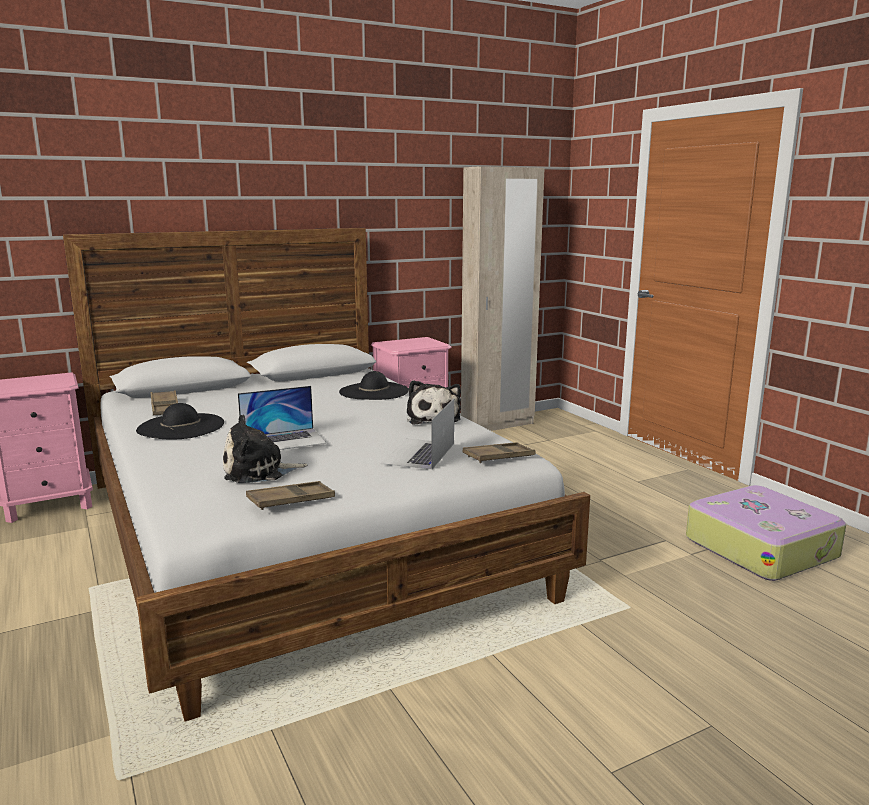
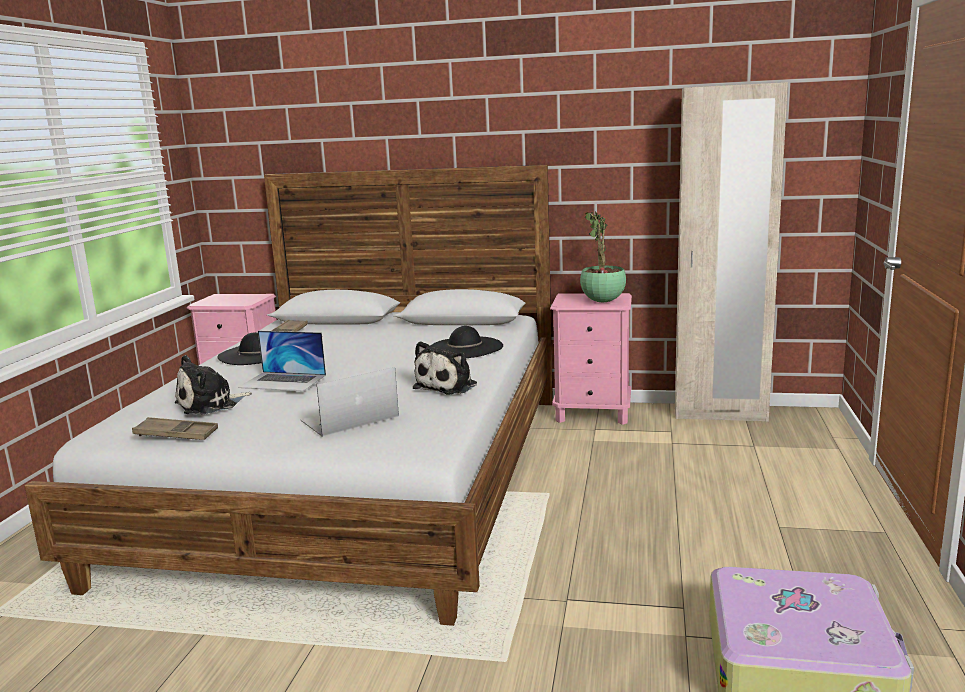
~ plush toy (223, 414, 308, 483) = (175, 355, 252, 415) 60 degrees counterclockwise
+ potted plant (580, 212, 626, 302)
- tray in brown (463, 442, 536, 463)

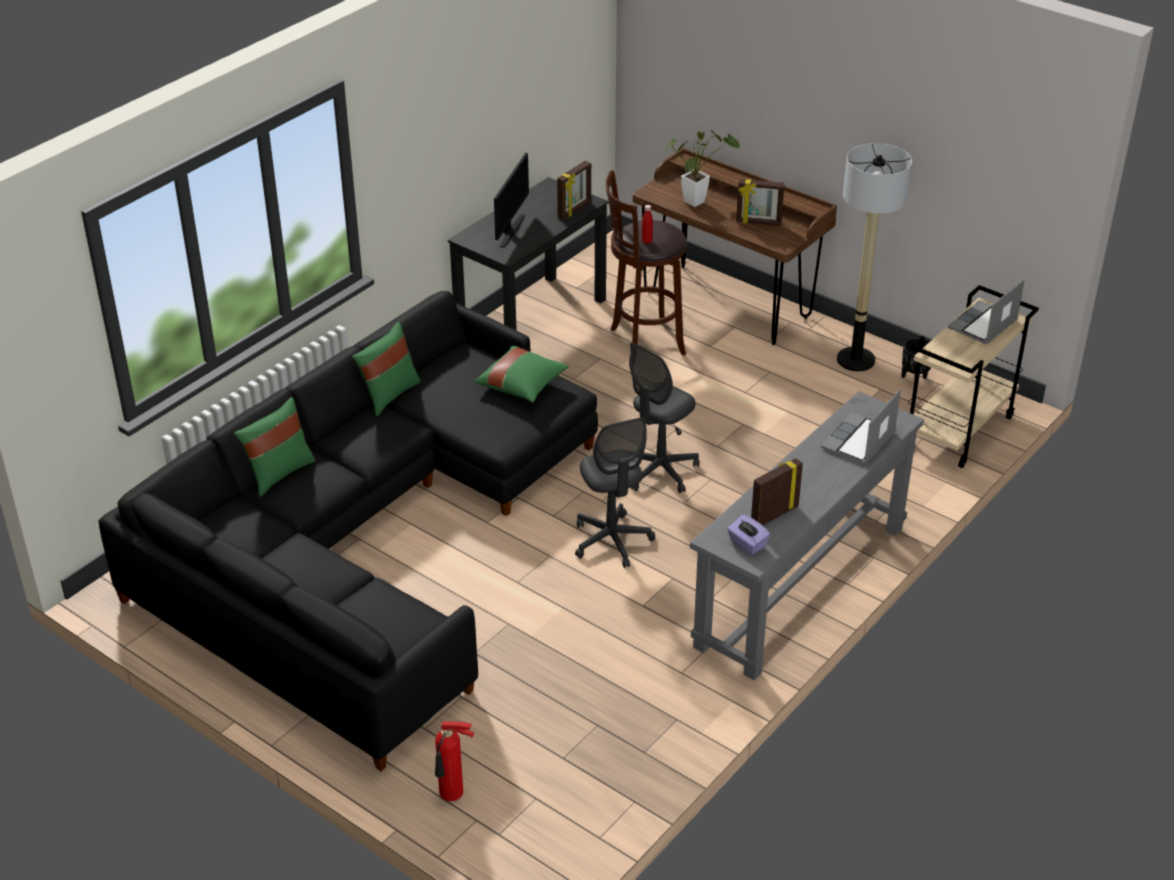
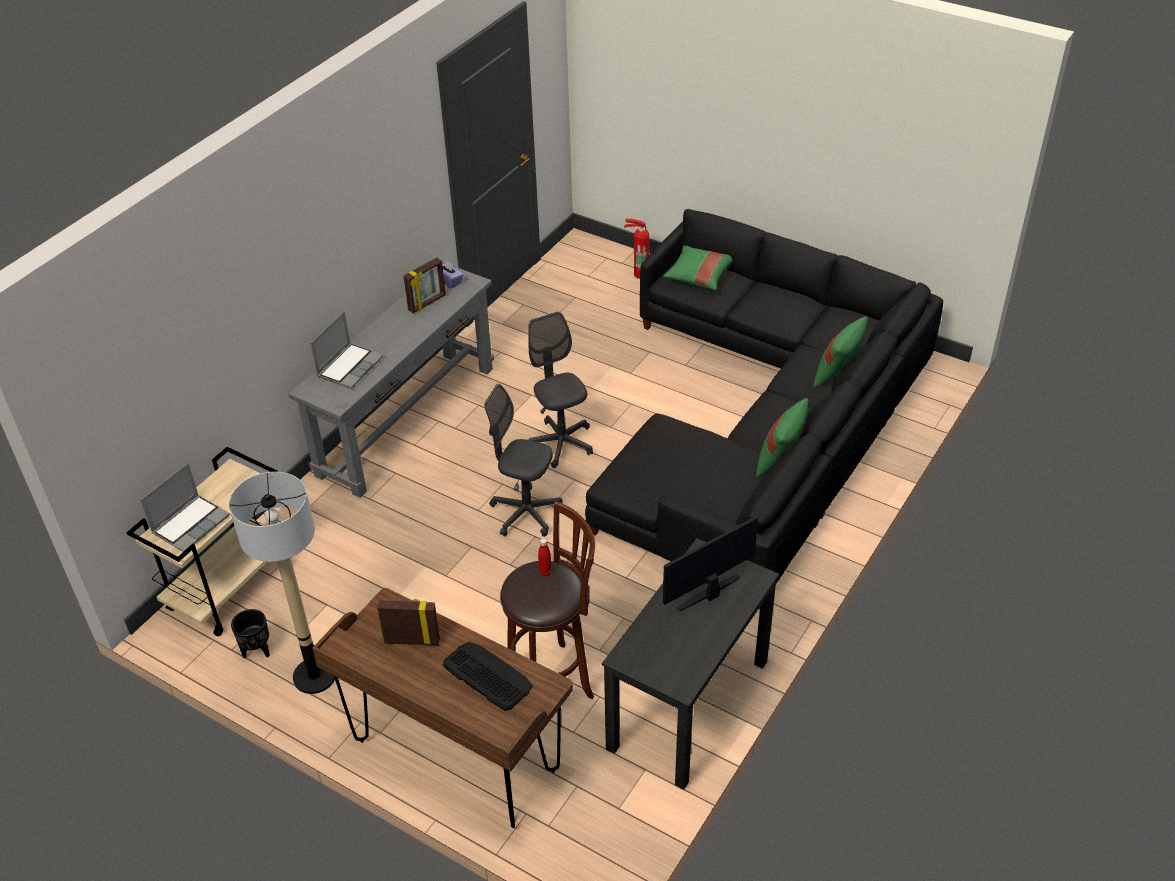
~ potted plant (666, 130, 740, 207) to keyboard (443, 642, 533, 711)
~ office chair in grey (629, 342, 699, 493) = (484, 384, 562, 537) 105 degrees counterclockwise
~ pillow in green (474, 346, 569, 403) to (663, 245, 732, 291)
~ monitor (494, 153, 529, 248) = (663, 516, 758, 611) 45 degrees clockwise
- picture frame (557, 161, 591, 219)

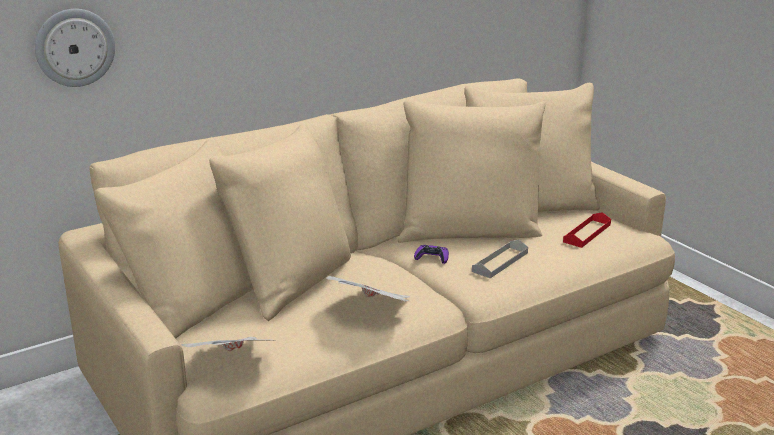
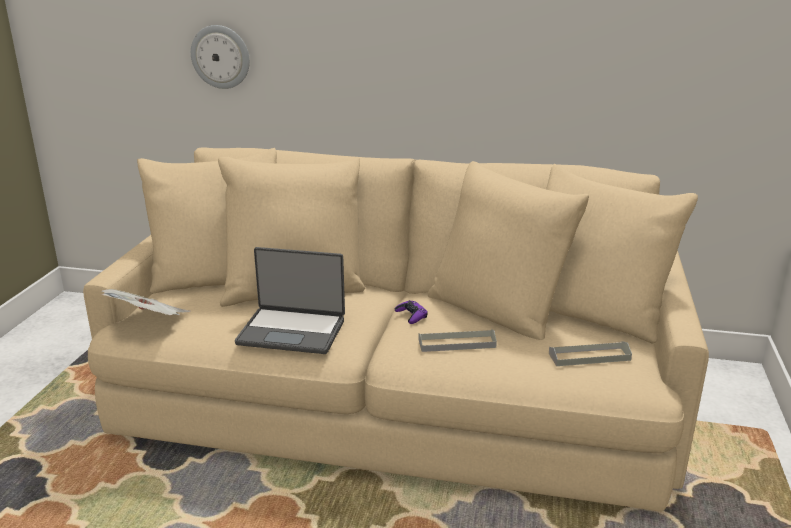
~ newspaper (326, 276, 410, 302) to laptop (235, 247, 345, 354)
~ tray in red (563, 212, 611, 248) to tray in grey (549, 341, 632, 366)

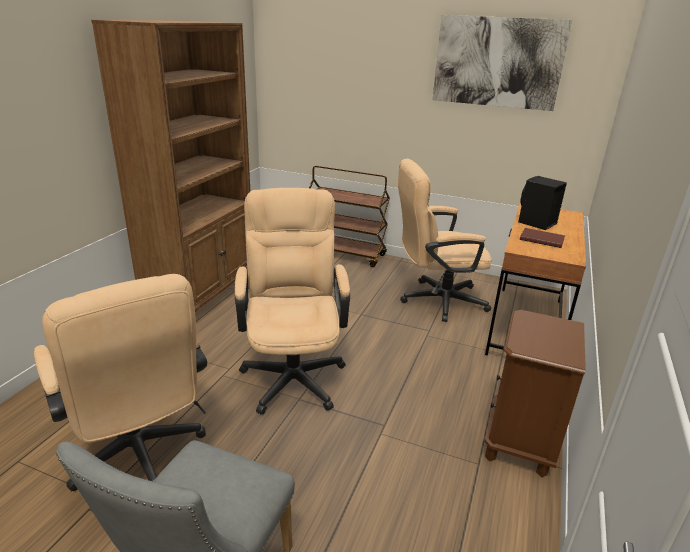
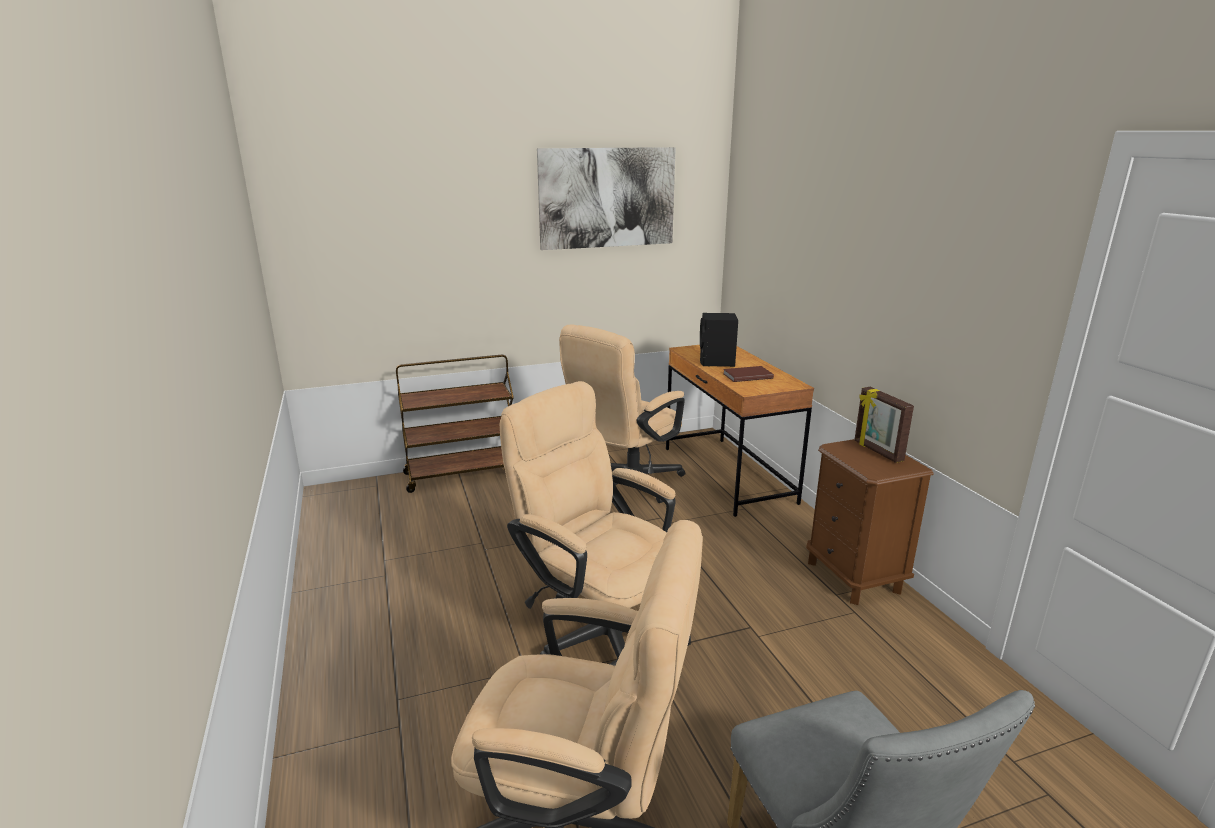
+ picture frame (854, 387, 914, 463)
- bookcase in brown (91, 20, 250, 312)

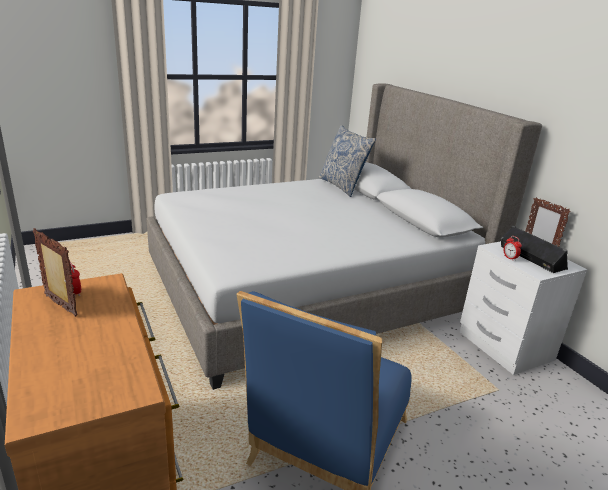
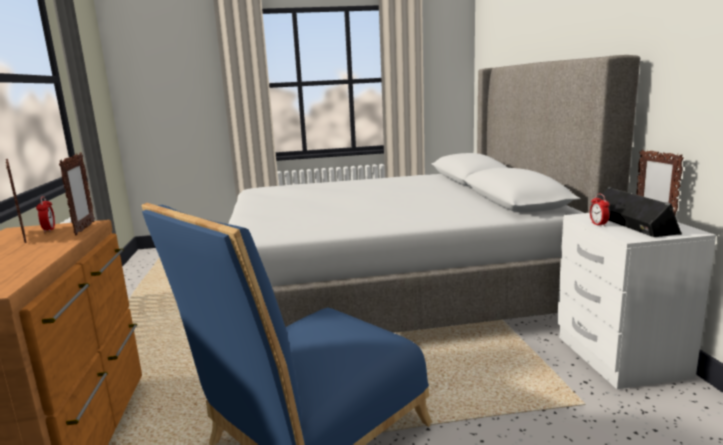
+ picture frame (59, 152, 95, 235)
- pillow (319, 125, 376, 197)

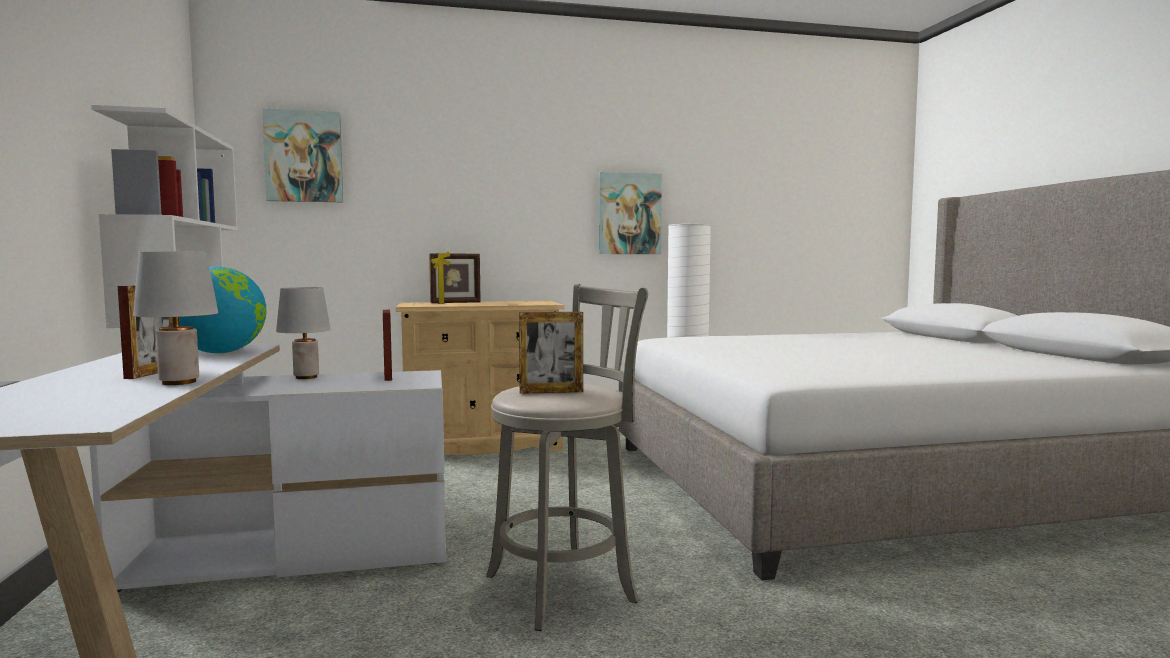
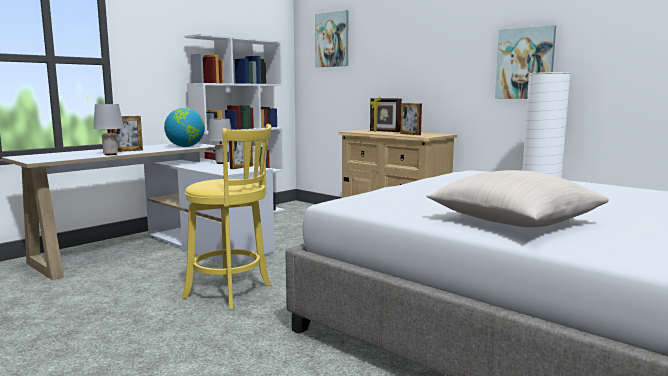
~ stool in grey (486, 284, 648, 631) to stool in yellow (182, 124, 271, 310)
~ picture frame (519, 312, 583, 394) to (400, 103, 422, 135)
+ pillow in beige (426, 170, 609, 227)

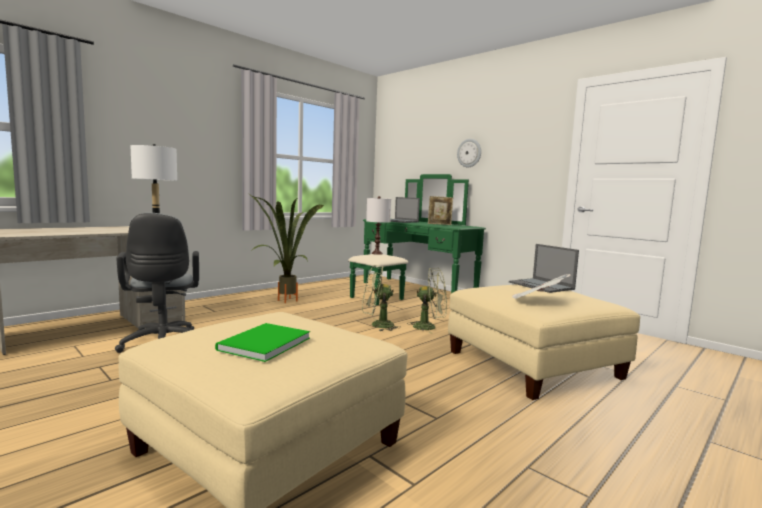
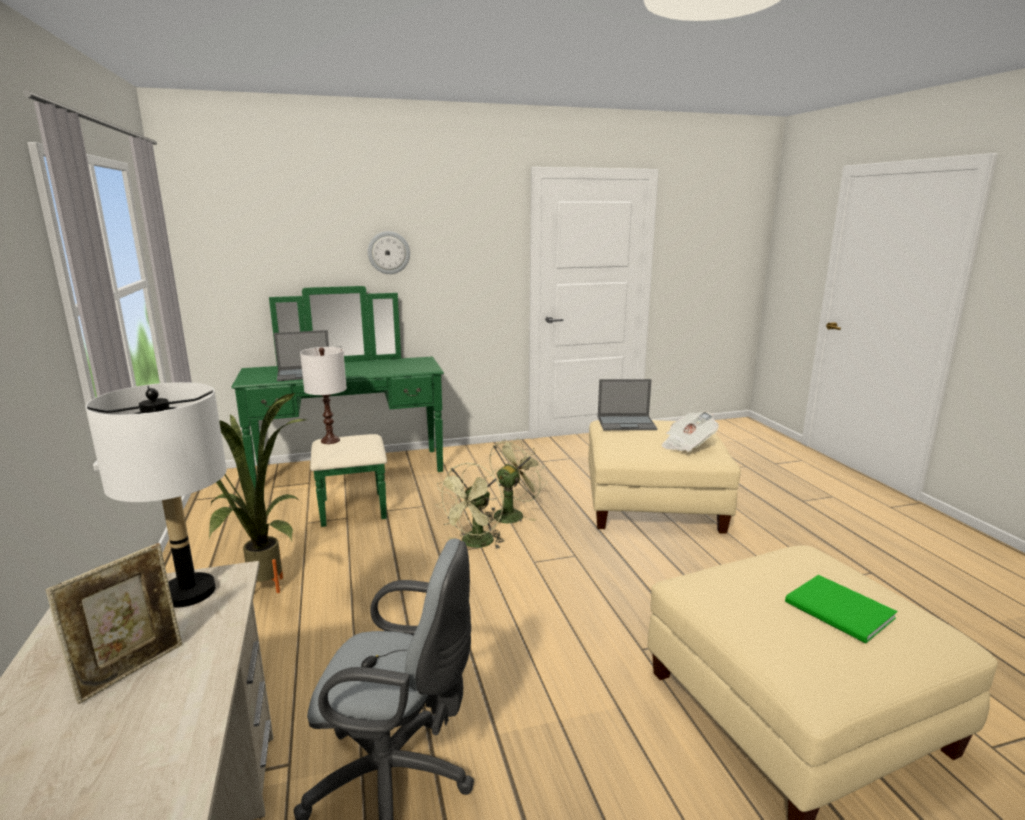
~ picture frame (428, 196, 453, 225) to (45, 543, 182, 704)

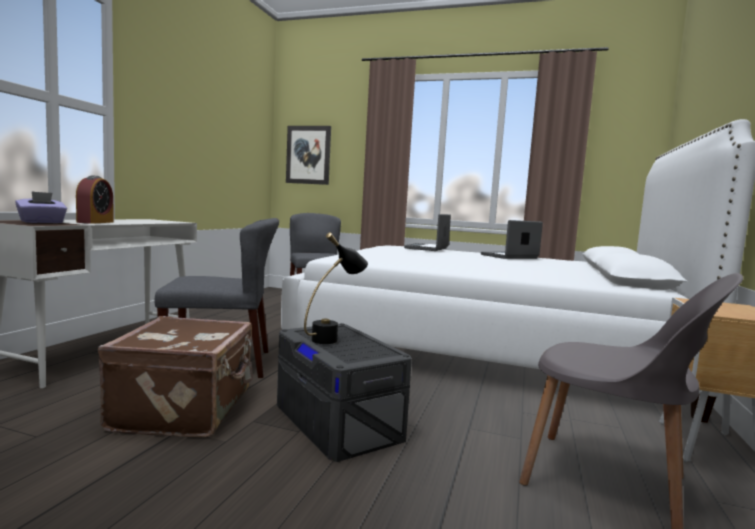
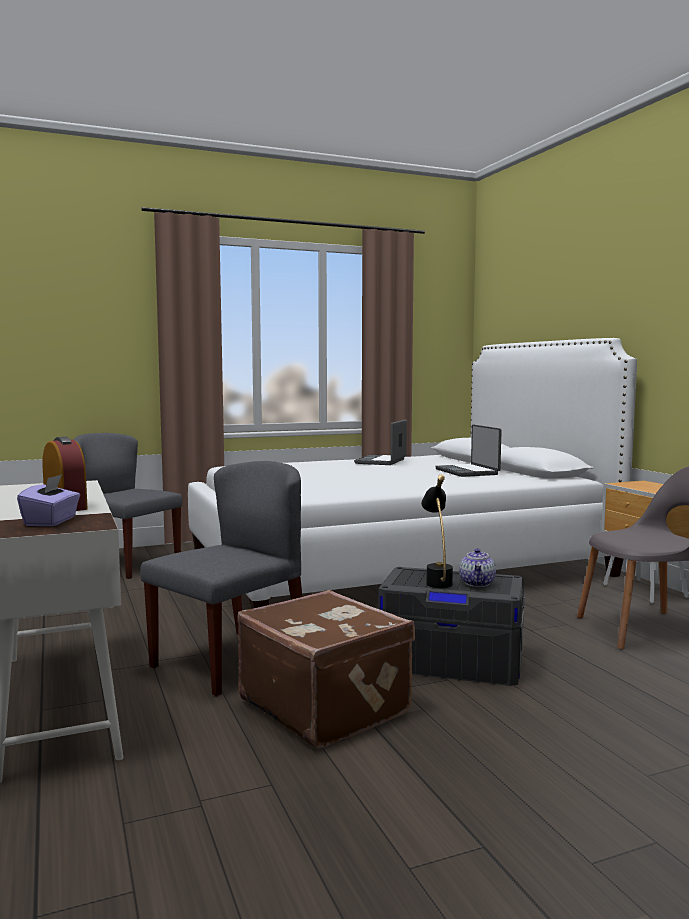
~ laptop (404, 214, 451, 251) to (435, 425, 502, 477)
+ teapot (459, 548, 496, 587)
- picture (286, 126, 331, 185)

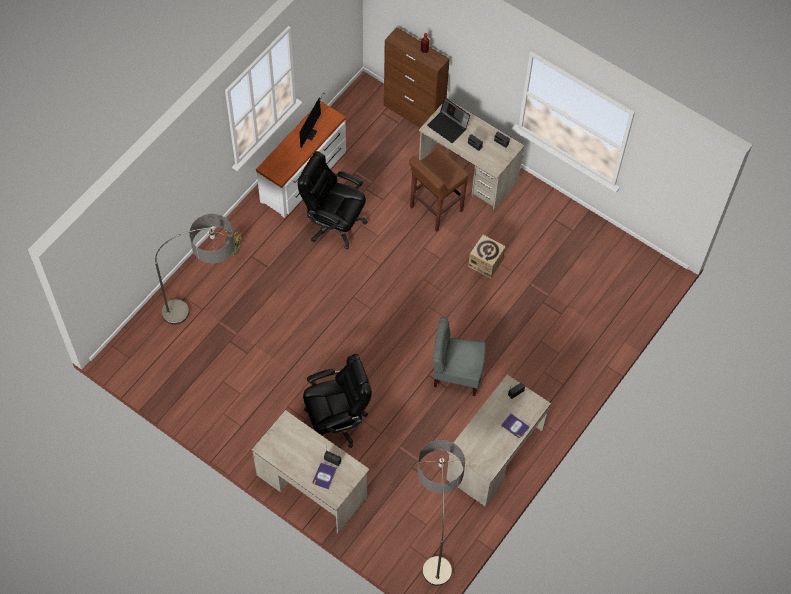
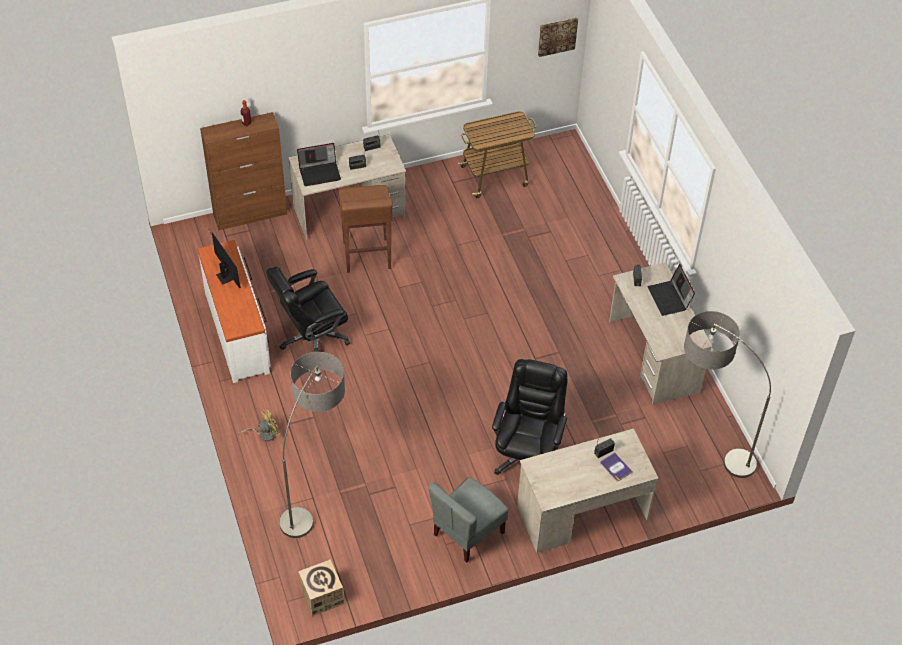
~ cardboard box (468, 235, 506, 279) to (298, 559, 344, 616)
~ chair in grey (433, 317, 486, 396) to (428, 477, 508, 563)
+ cart (457, 111, 536, 198)
+ picture (538, 17, 578, 57)
~ book (501, 413, 530, 439) to laptop (647, 264, 695, 316)

